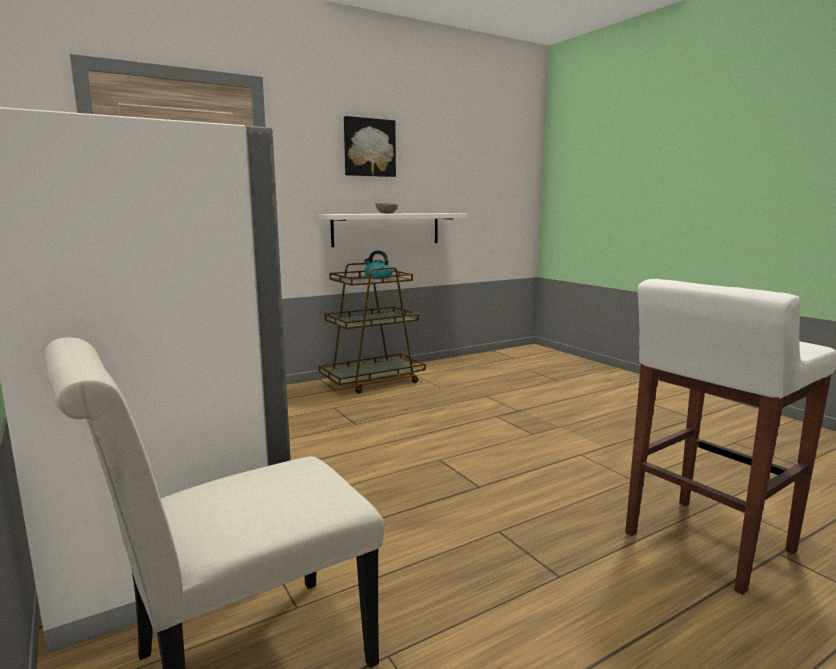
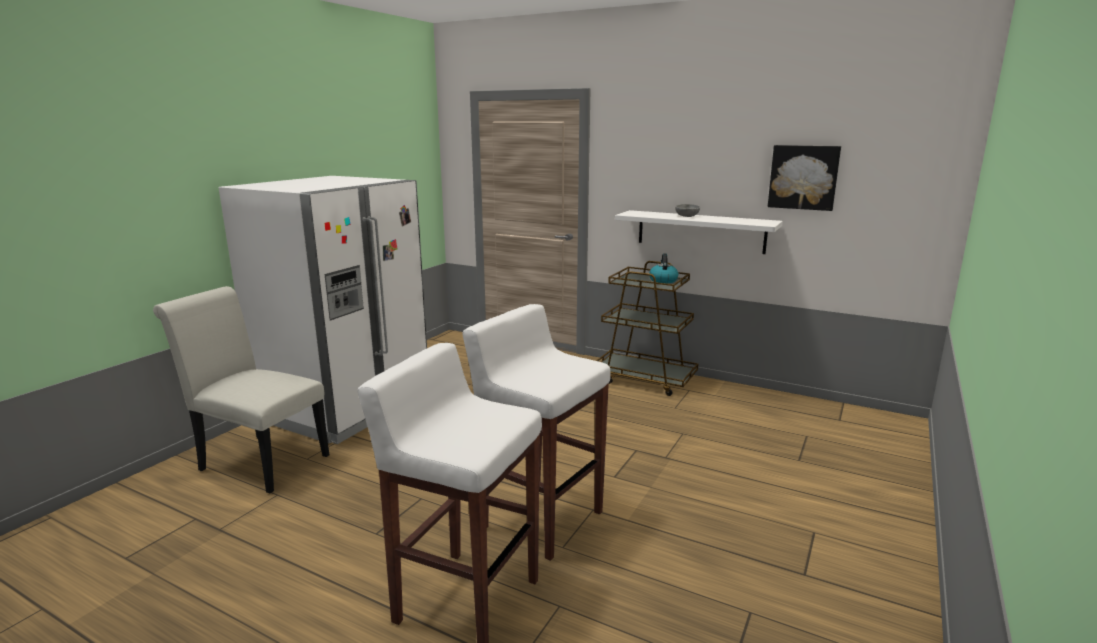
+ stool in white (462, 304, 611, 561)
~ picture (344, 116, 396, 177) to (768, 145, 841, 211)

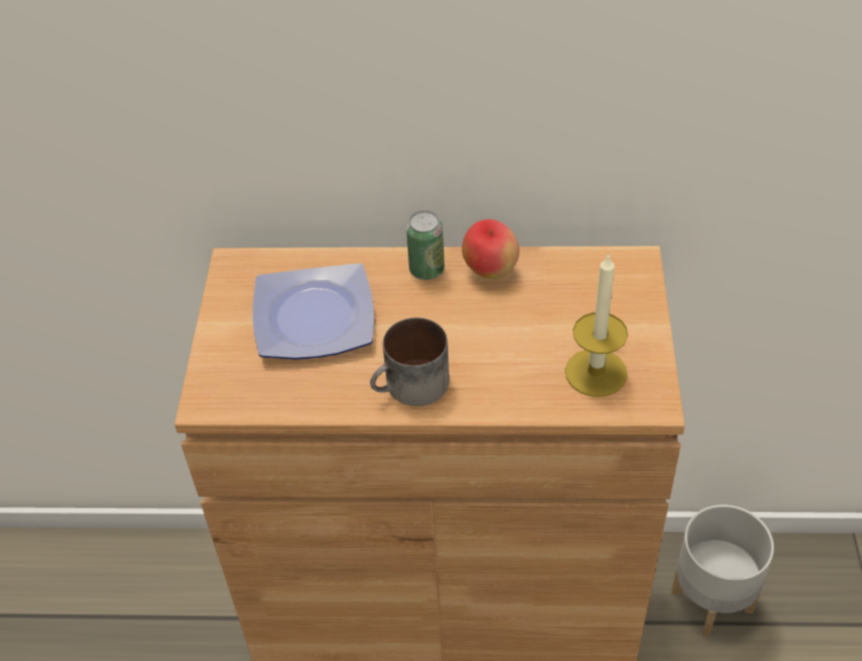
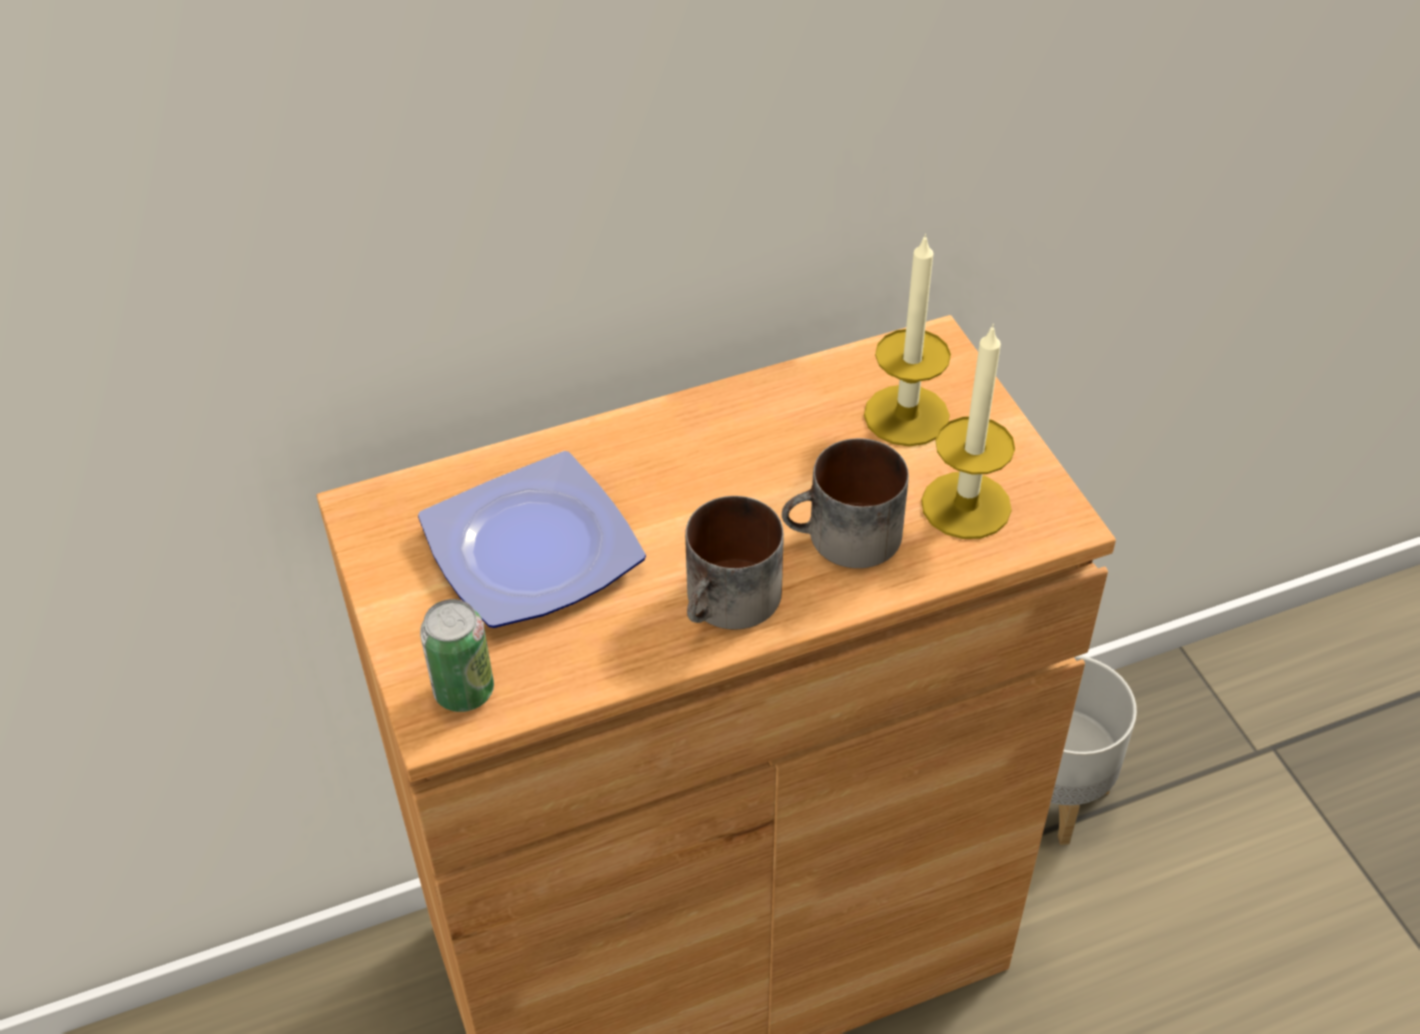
~ can (406, 211, 445, 280) to (420, 599, 494, 712)
+ mug (782, 438, 909, 568)
+ candle (864, 234, 951, 447)
- apple (462, 219, 520, 279)

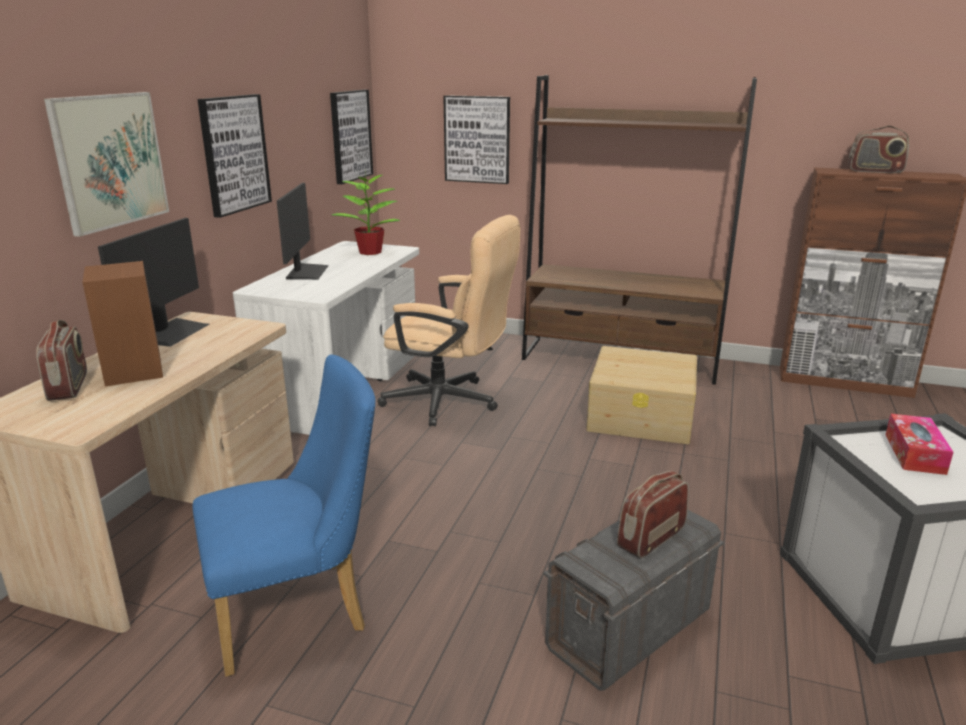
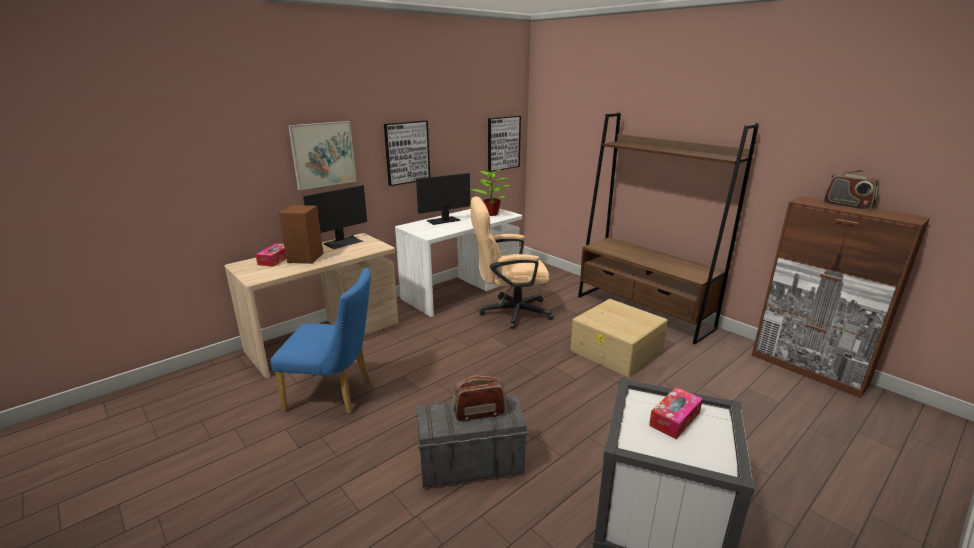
~ radio (36, 320, 87, 401) to tissue box (255, 243, 286, 267)
~ monitor (277, 183, 329, 280) = (416, 173, 470, 225) 150 degrees counterclockwise
~ office chair in beige (377, 215, 520, 426) = (470, 196, 554, 329) 120 degrees clockwise
- picture (443, 95, 510, 184)

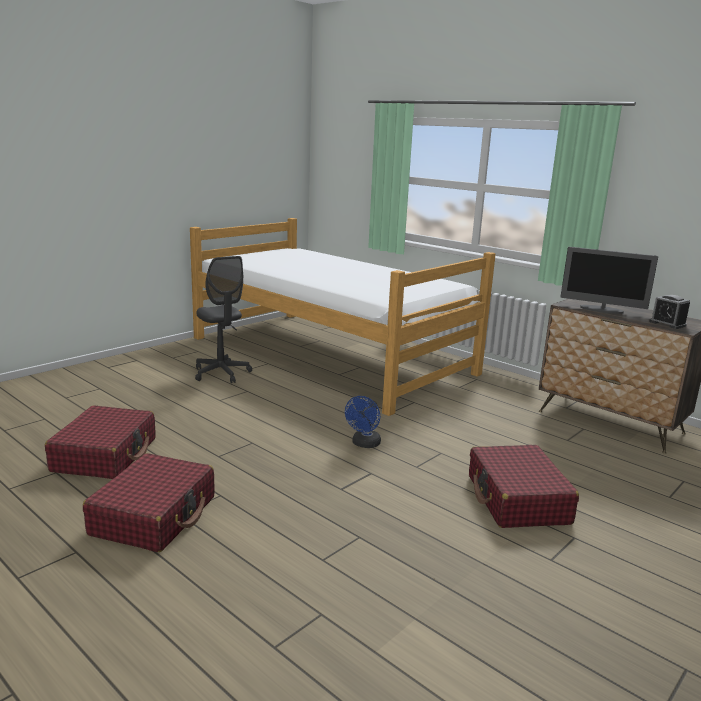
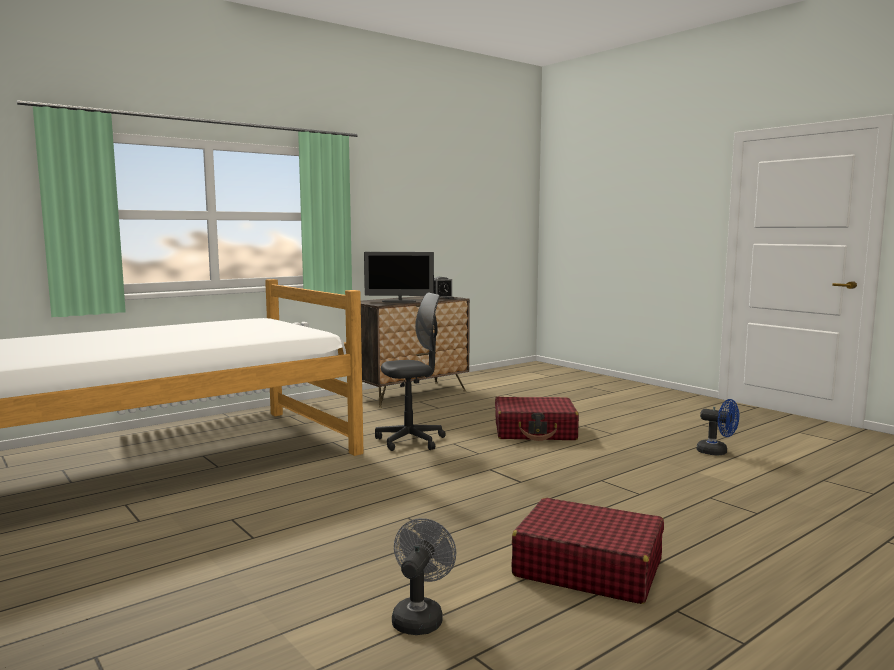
~ monitor (560, 247, 658, 314) = (364, 252, 434, 303) 60 degrees clockwise
~ office chair in grey (195, 256, 252, 383) to (375, 293, 446, 451)
~ suitcase in red (45, 406, 156, 479) to fan in grey (392, 518, 456, 635)
~ fan in blue (345, 396, 381, 448) to (696, 399, 739, 455)

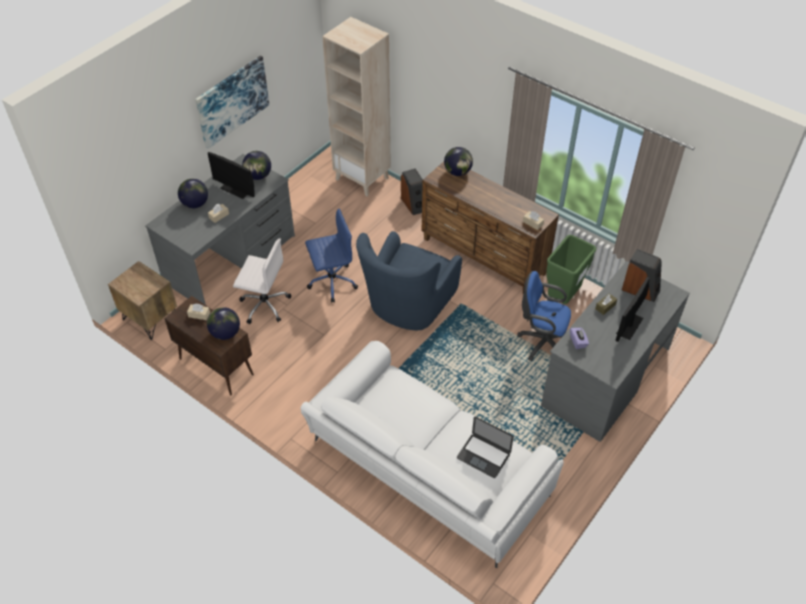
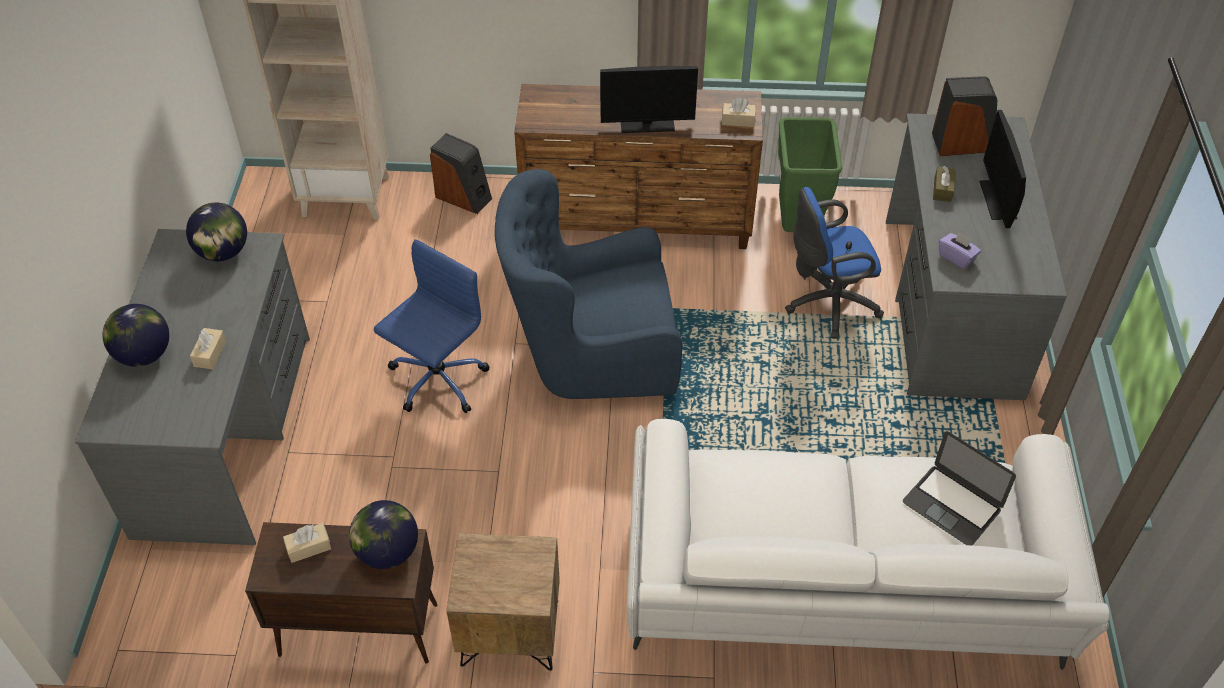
~ nightstand in brown (108, 261, 177, 340) to (446, 533, 560, 671)
~ armchair in blue (356, 231, 462, 330) = (495, 169, 682, 399) 90 degrees clockwise
~ monitor (208, 152, 255, 199) to (600, 66, 698, 133)
~ laptop (457, 417, 514, 478) = (903, 431, 1016, 545) 45 degrees clockwise
- picture (195, 56, 269, 149)
- office chair in white (233, 238, 291, 324)
- globe (444, 147, 473, 176)

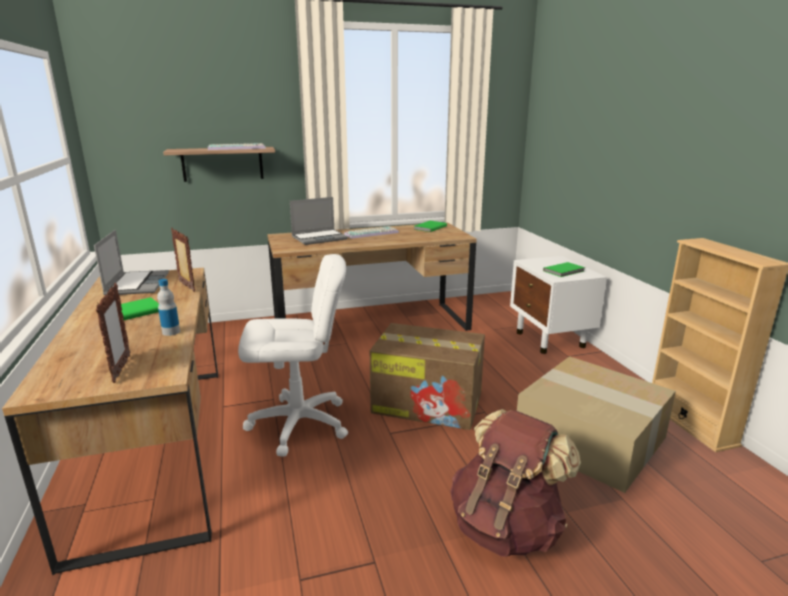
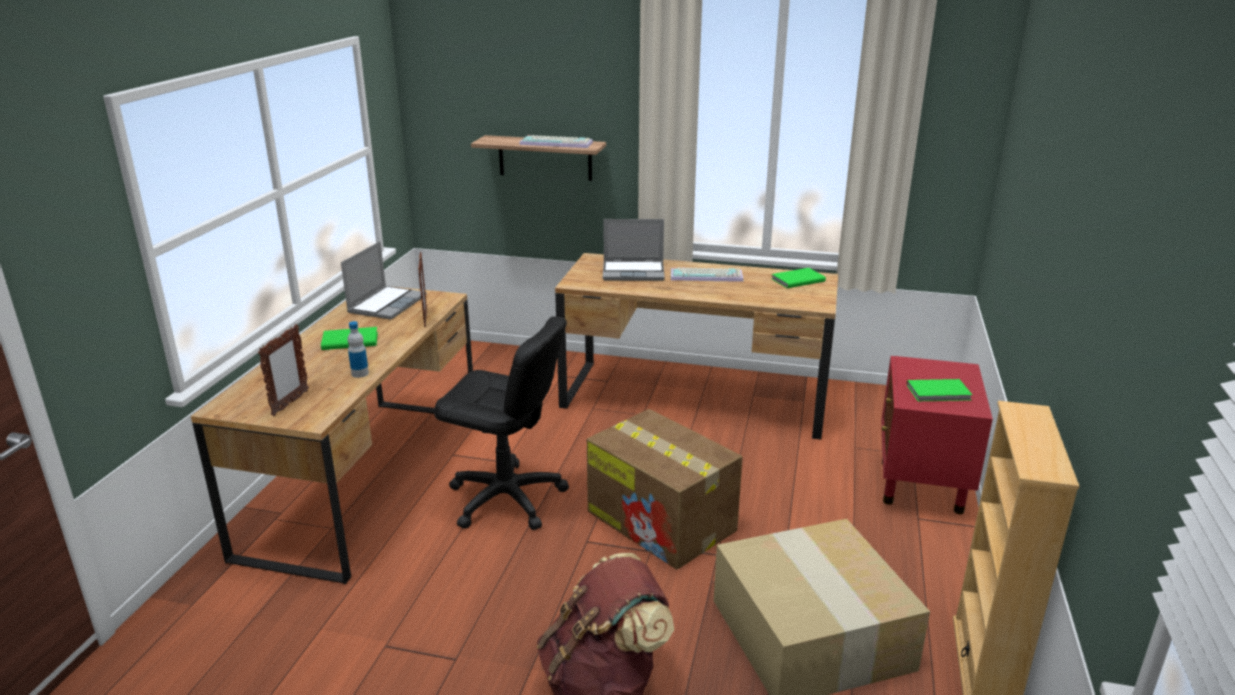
~ office chair in white (238, 254, 348, 457) to office chair in black (434, 316, 569, 530)
~ nightstand in white (510, 256, 607, 354) to nightstand in red (881, 356, 993, 514)

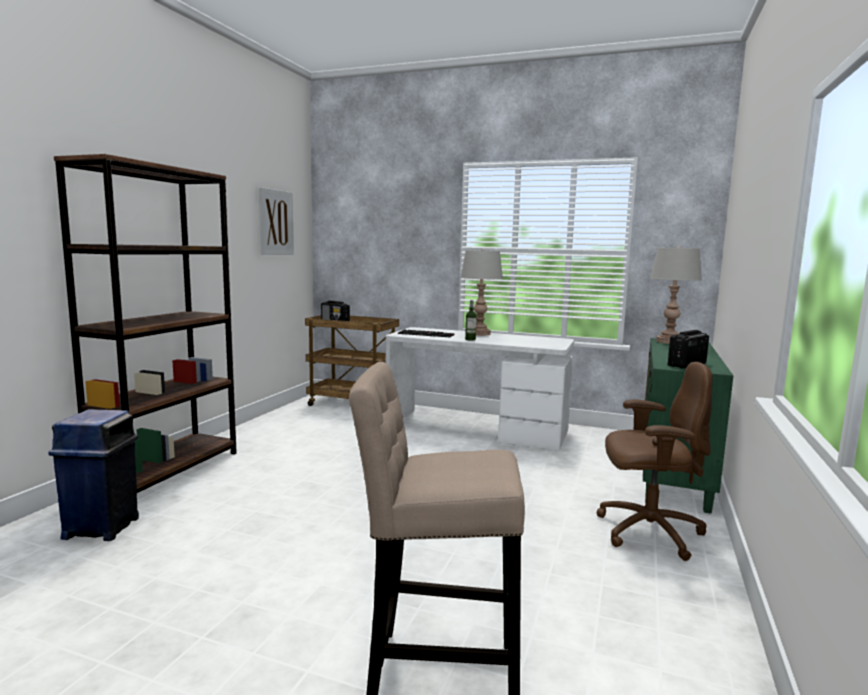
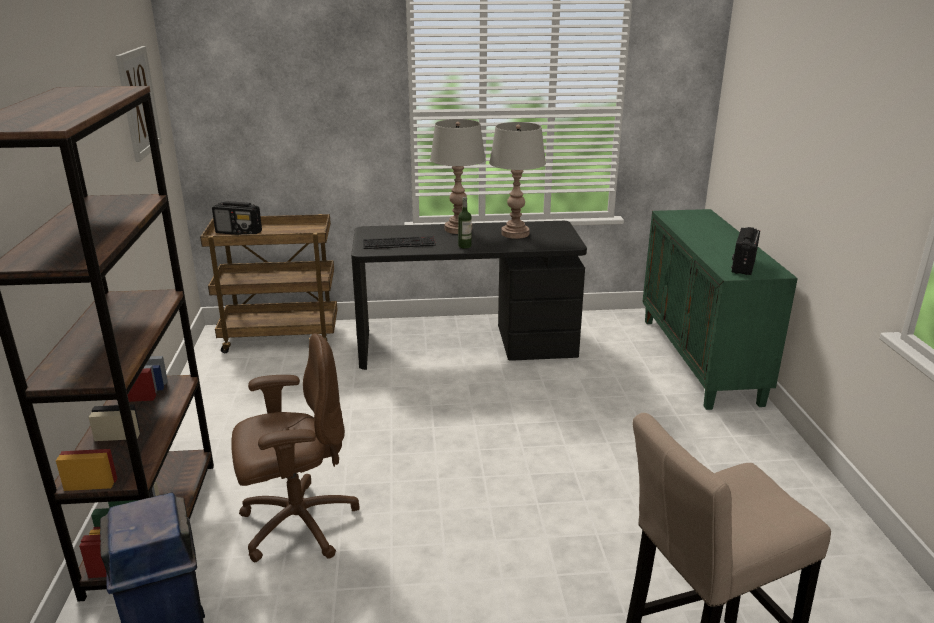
~ office chair in brown (596, 362, 713, 561) to (231, 333, 360, 562)
~ desk in white (386, 327, 574, 450) to desk in black (351, 221, 587, 370)
~ table lamp in grey (650, 246, 702, 344) to (489, 122, 546, 239)

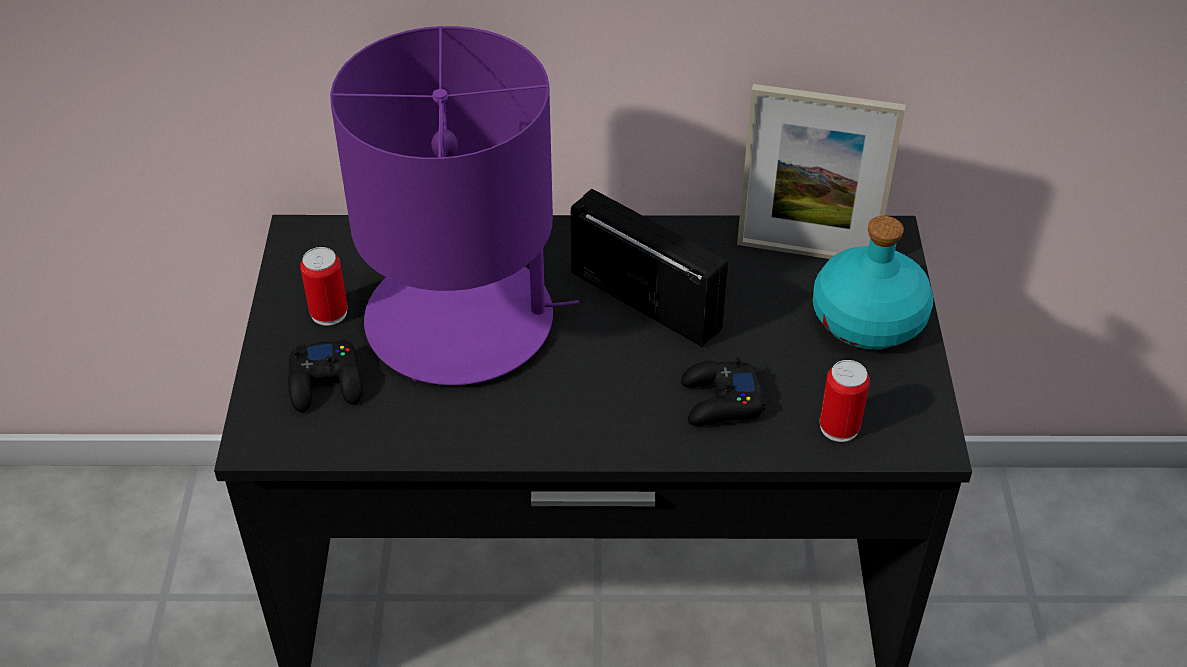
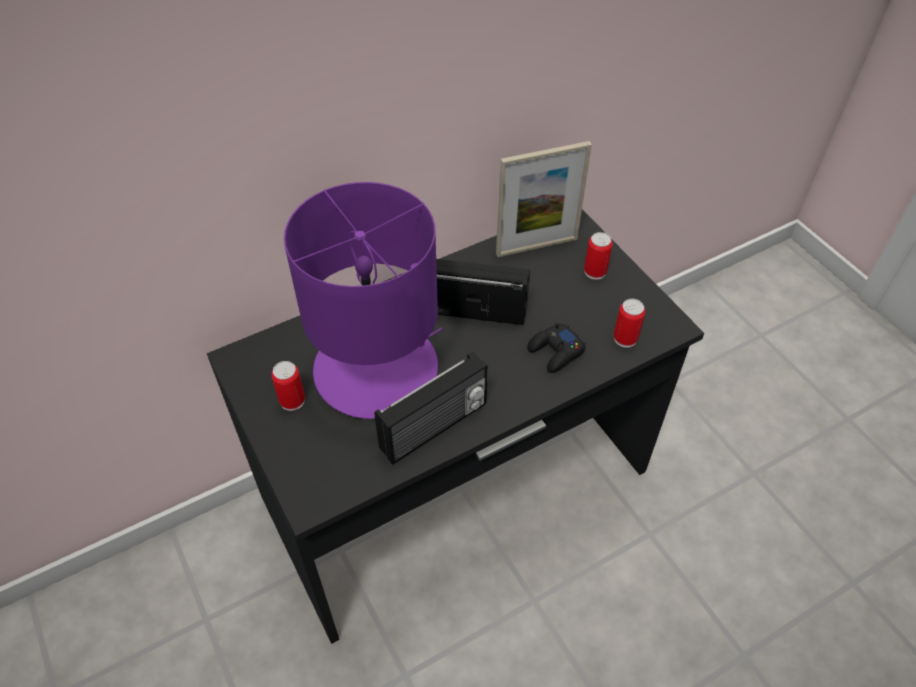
+ radio (374, 351, 488, 465)
~ bottle in turquoise (813, 216, 933, 350) to can (584, 232, 613, 280)
- game controller in black (288, 339, 363, 412)

